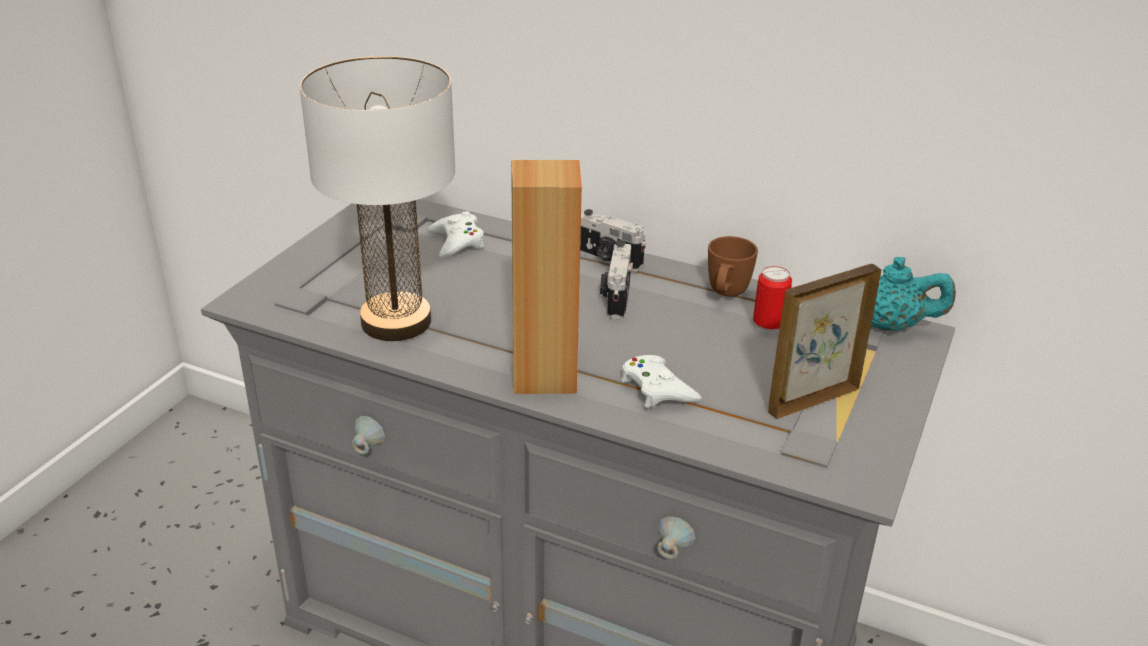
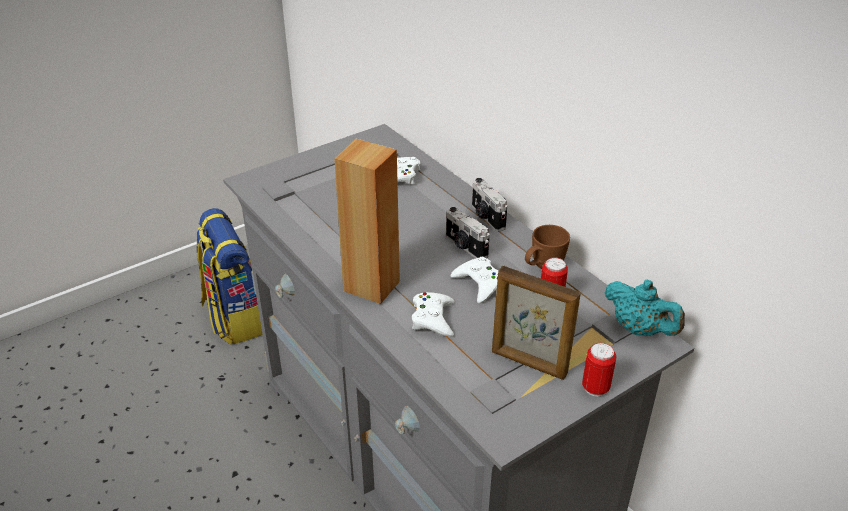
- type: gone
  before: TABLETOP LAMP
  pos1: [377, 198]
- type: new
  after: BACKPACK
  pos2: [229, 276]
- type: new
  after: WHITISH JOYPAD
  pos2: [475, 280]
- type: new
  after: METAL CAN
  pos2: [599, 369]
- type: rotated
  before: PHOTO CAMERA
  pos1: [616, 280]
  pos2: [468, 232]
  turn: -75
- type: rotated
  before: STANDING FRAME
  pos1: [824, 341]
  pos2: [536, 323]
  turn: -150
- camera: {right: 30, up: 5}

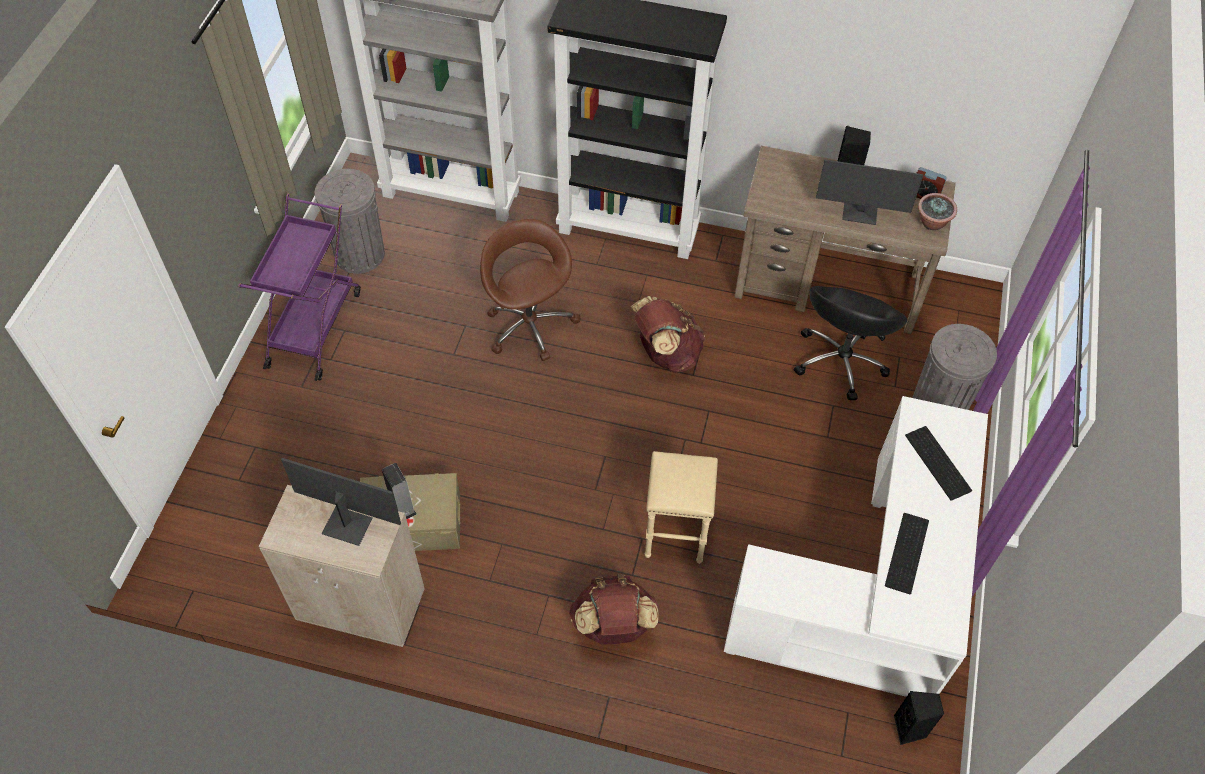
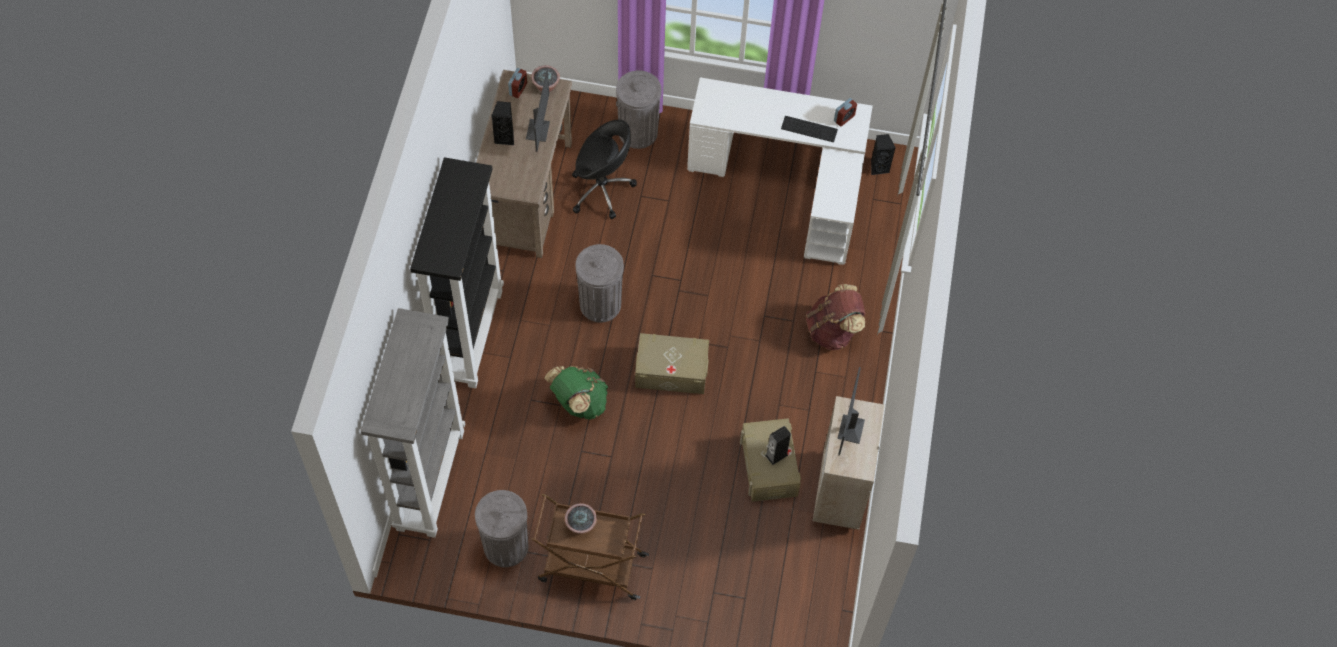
- type: gone
  before: BEIGE STOOL
  pos1: [681, 507]
- type: gone
  before: KEYBOARD
  pos1: [938, 463]
- type: new
  after: HOUSEPLANT
  pos2: [581, 518]
- type: new
  after: BEIGE STORAGE CONTAINER
  pos2: [672, 363]
- type: new
  after: BEDSIDE CLOCK
  pos2: [845, 112]
- type: swapped
  before: BROWNISH OFFICE CHAIR
  after: GREEN BACKPACK
  pos1: [530, 290]
  pos2: [576, 393]
- type: swapped
  before: BROWNISH BACKPACK
  after: GRAY TRASH CAN
  pos1: [668, 334]
  pos2: [599, 283]
- type: repainted
  before: PURPLE TROLLEY
  after: BROWNISH TROLLEY
  pos1: [299, 287]
  pos2: [590, 547]
- camera: {right: -95, up: 5}

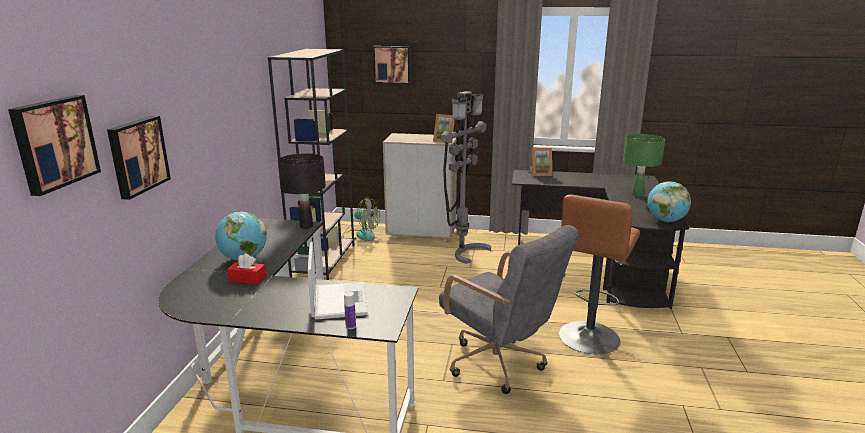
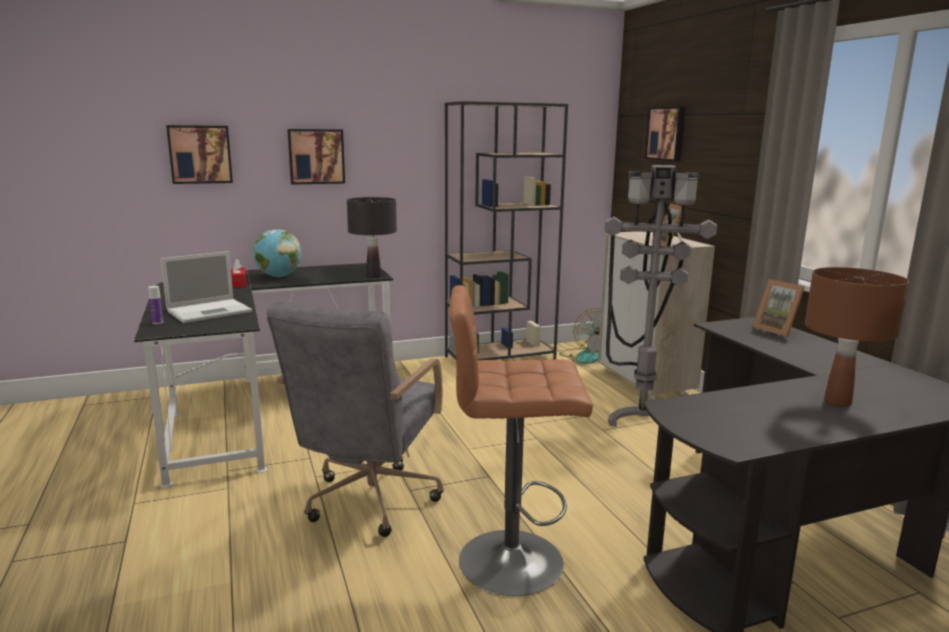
- type: gone
  before: DESK GLOBE
  pos1: [669, 201]
- type: shifted
  before: PICTURE
  pos1: [54, 145]
  pos2: [316, 157]
- type: repainted
  before: GREEN TABLETOP LAMP
  after: BROWNISH TABLETOP LAMP
  pos1: [644, 165]
  pos2: [857, 337]
- camera: {right: 60, up: -5}

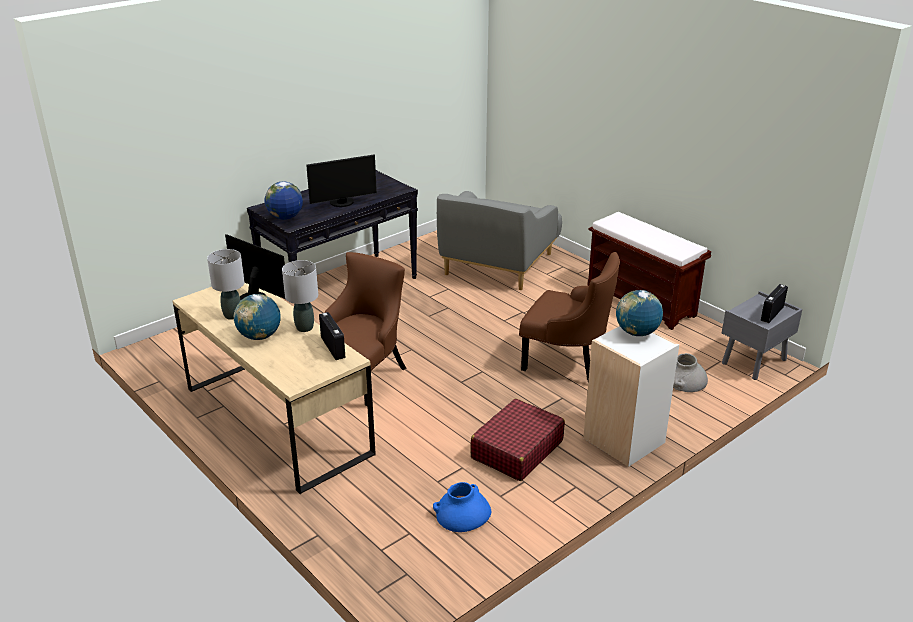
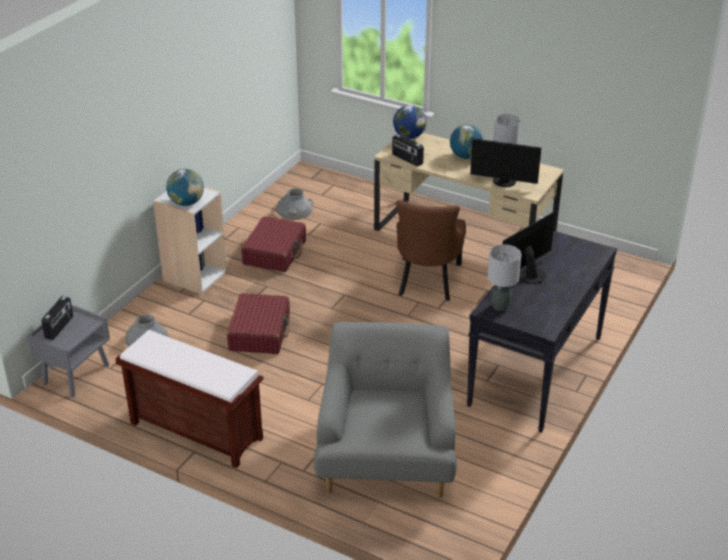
- type: shifted
  before: DESK GLOBE
  pos1: [284, 201]
  pos2: [410, 122]
- type: shifted
  before: GRAY TABLETOP LAMP
  pos1: [300, 296]
  pos2: [504, 277]
- type: swapped
  before: BROWNISH UPRIGHT CHAIR
  after: RED SUITCASE
  pos1: [569, 316]
  pos2: [258, 323]
- type: repainted
  before: BLUE VASE
  after: GRAY VASE
  pos1: [462, 507]
  pos2: [295, 204]
- camera: {right: 160, up: 5}

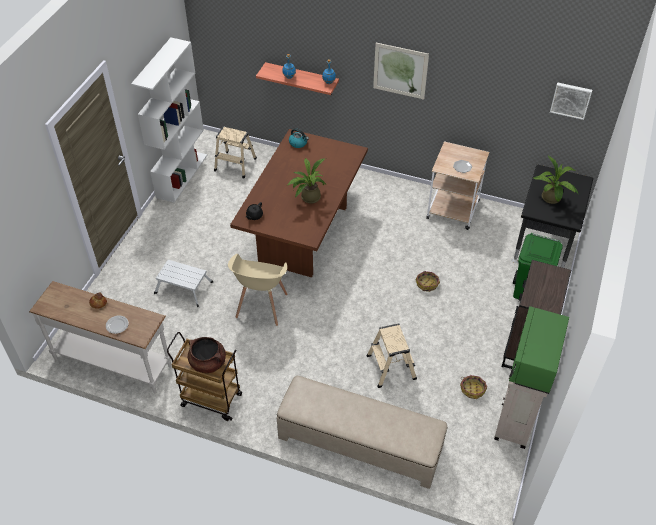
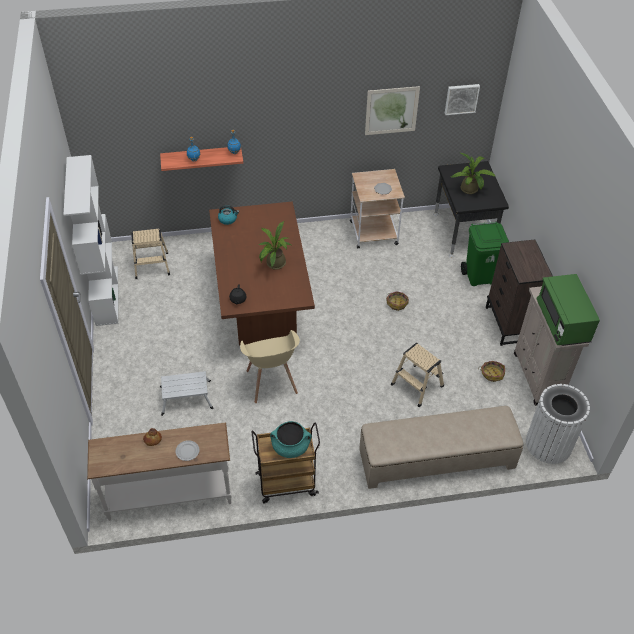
- type: new
  after: WHITISH TRASH CAN
  pos2: [558, 424]
- type: shifted
  before: PICTURE
  pos1: [401, 71]
  pos2: [392, 110]
- type: repainted
  before: BROWNISH SAUCEPOT
  after: TURQUOISE SAUCEPOT
  pos1: [207, 355]
  pos2: [291, 439]
- camera: {right: -30, up: 0}

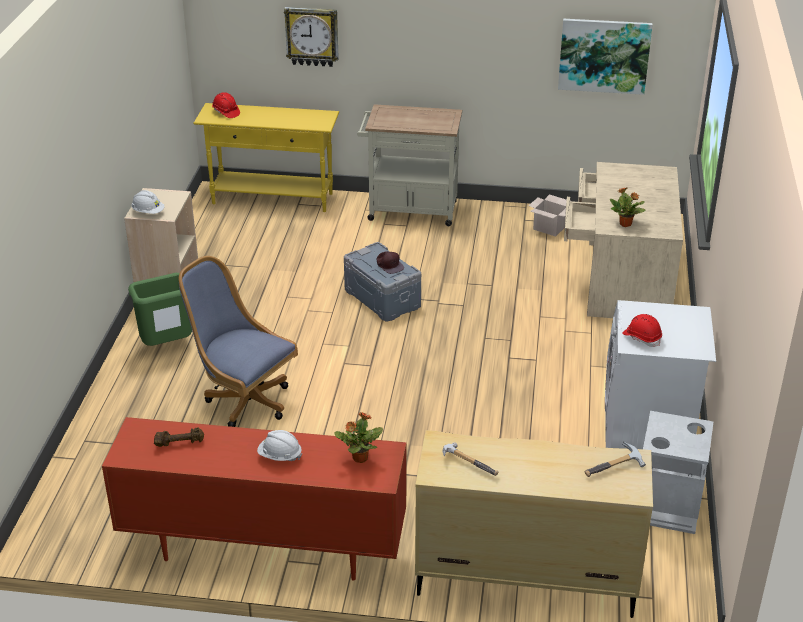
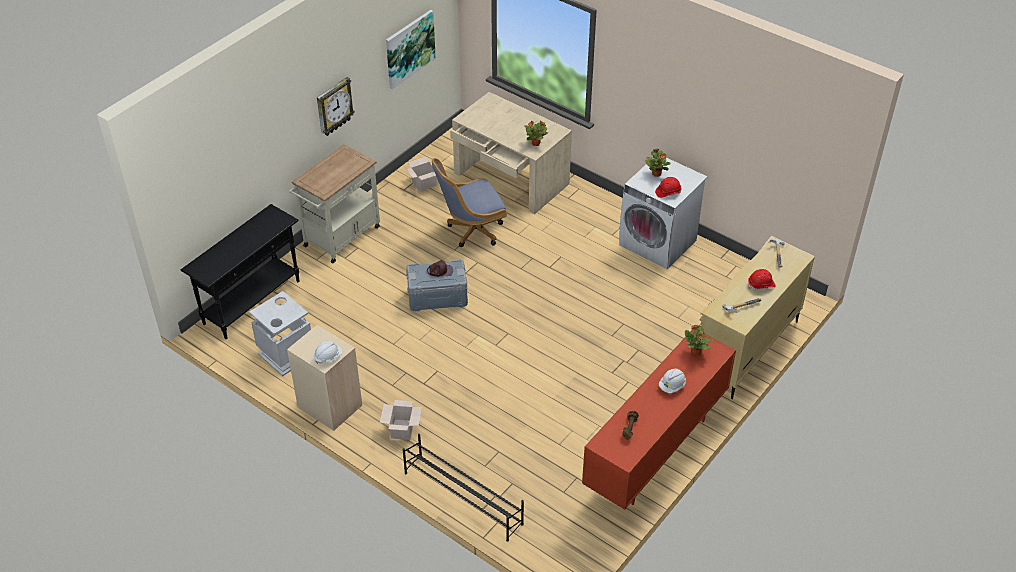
- type: new
  after: BLACK-COLOURED SHOE STAND
  pos2: [463, 488]
- type: new
  after: HOUSEPLANT
  pos2: [658, 162]
- type: shifted
  before: BLUE OFFICE CHAIR
  pos1: [238, 341]
  pos2: [469, 202]
- type: shifted
  before: RED WORK HELMET
  pos1: [226, 105]
  pos2: [761, 279]
- type: shifted
  before: HANGING CLOCK
  pos1: [311, 37]
  pos2: [336, 106]
- type: shifted
  before: GRAY TRASH CAN
  pos1: [678, 472]
  pos2: [280, 333]
- type: swapped
  before: GREEN TRASH CAN
  after: CARTON
  pos1: [160, 309]
  pos2: [401, 420]
- type: repainted
  before: YELLOW-COLOURED NARROW TABLE
  after: BLACK-COLOURED NARROW TABLE
  pos1: [266, 157]
  pos2: [240, 271]
- camera: {right: -60, up: 10}

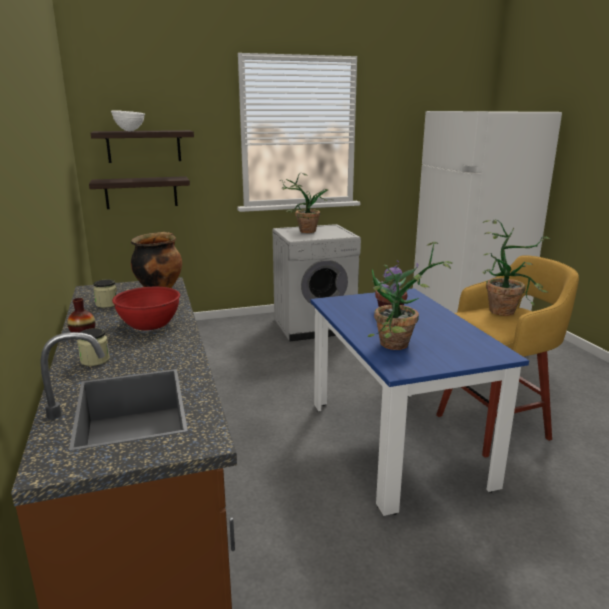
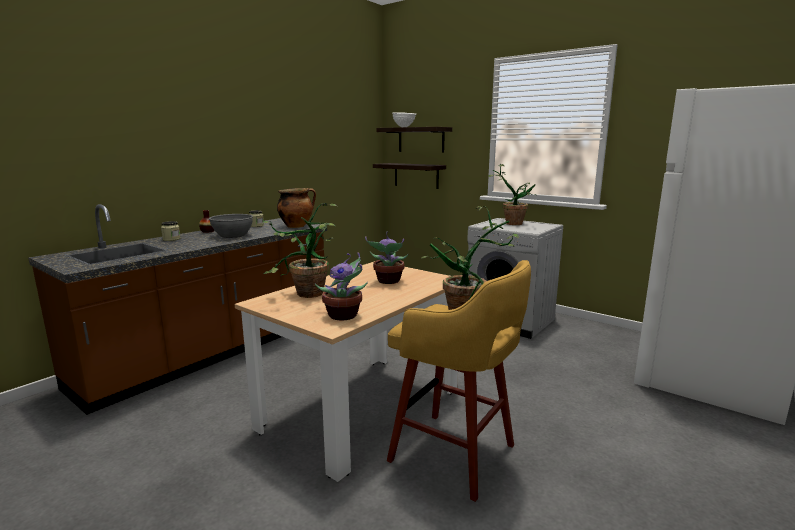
- type: new
  after: HOUSEPLANT
  pos2: [341, 287]
- type: repainted
  before: RED BOWL
  after: GRAY BOWL
  pos1: [146, 308]
  pos2: [231, 226]
- type: repainted
  before: BLUE DINNER TABLE
  after: BEIGE DINNER TABLE
  pos1: [420, 402]
  pos2: [346, 371]
- camera: {right: 55, up: -5}

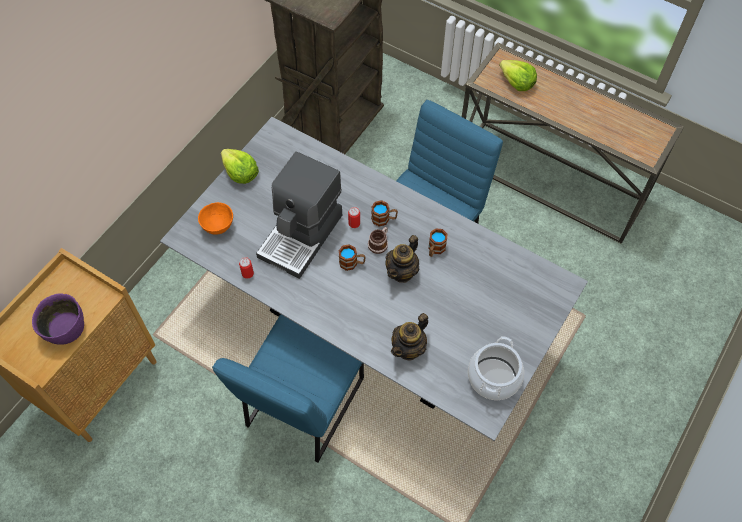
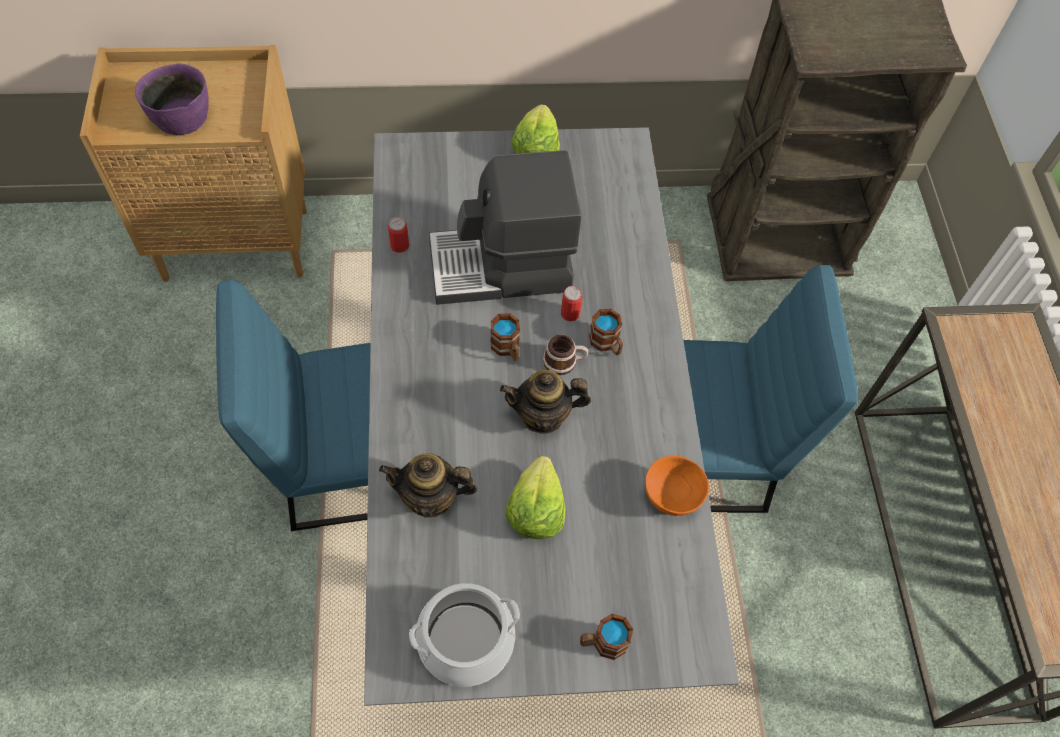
- type: shifted
  before: ORANGEY BOWL
  pos1: [215, 218]
  pos2: [677, 485]
- type: shifted
  before: MUG
  pos1: [438, 242]
  pos2: [606, 637]
- type: shifted
  before: LETTUCE
  pos1: [518, 75]
  pos2: [535, 497]
- camera: {right: 50, up: 0}

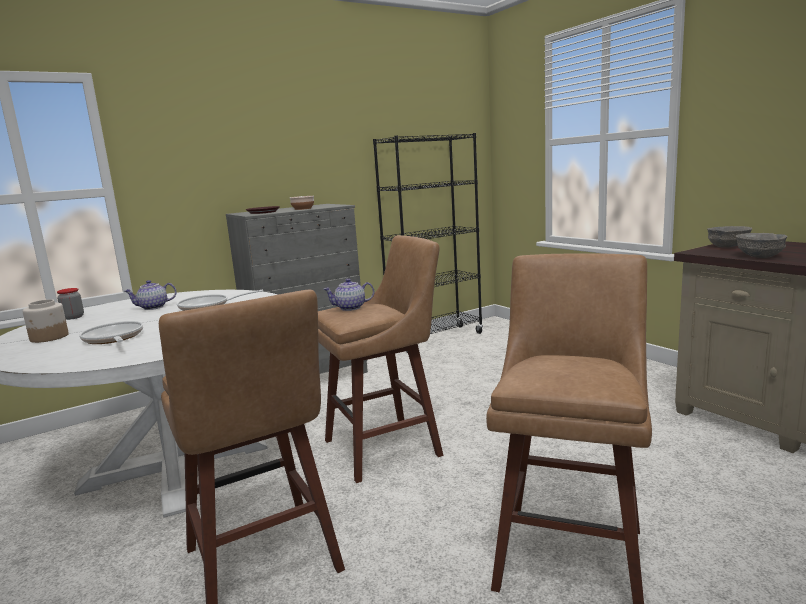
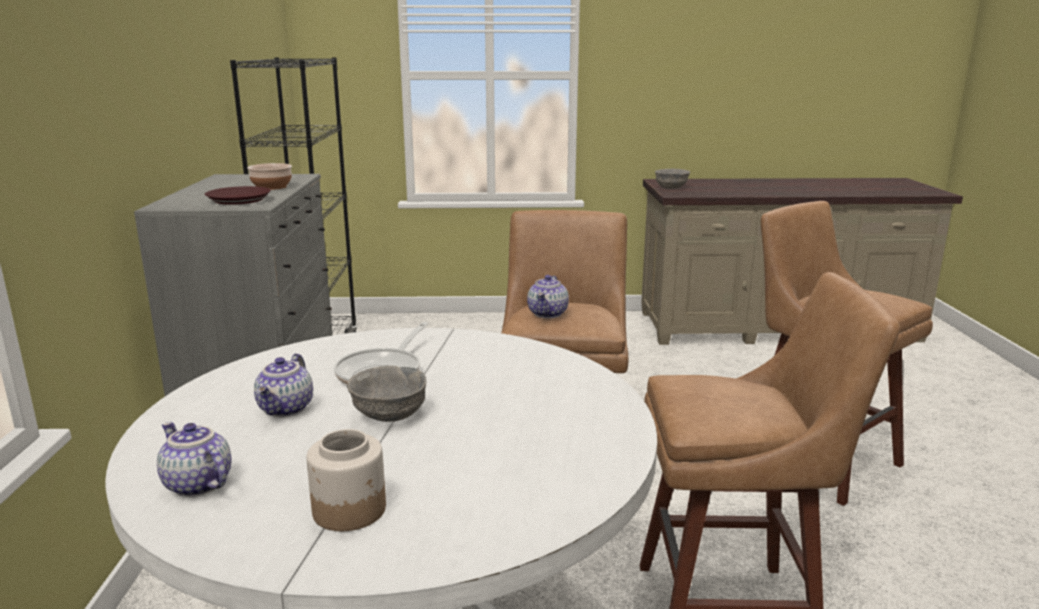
- type: gone
  before: SKILLET
  pos1: [111, 332]
- type: shifted
  before: GRAY BOWL
  pos1: [762, 245]
  pos2: [386, 394]
- type: swapped
  before: JAR
  after: POT FOR TEA
  pos1: [70, 304]
  pos2: [194, 459]
- camera: {right: -60, up: 5}

